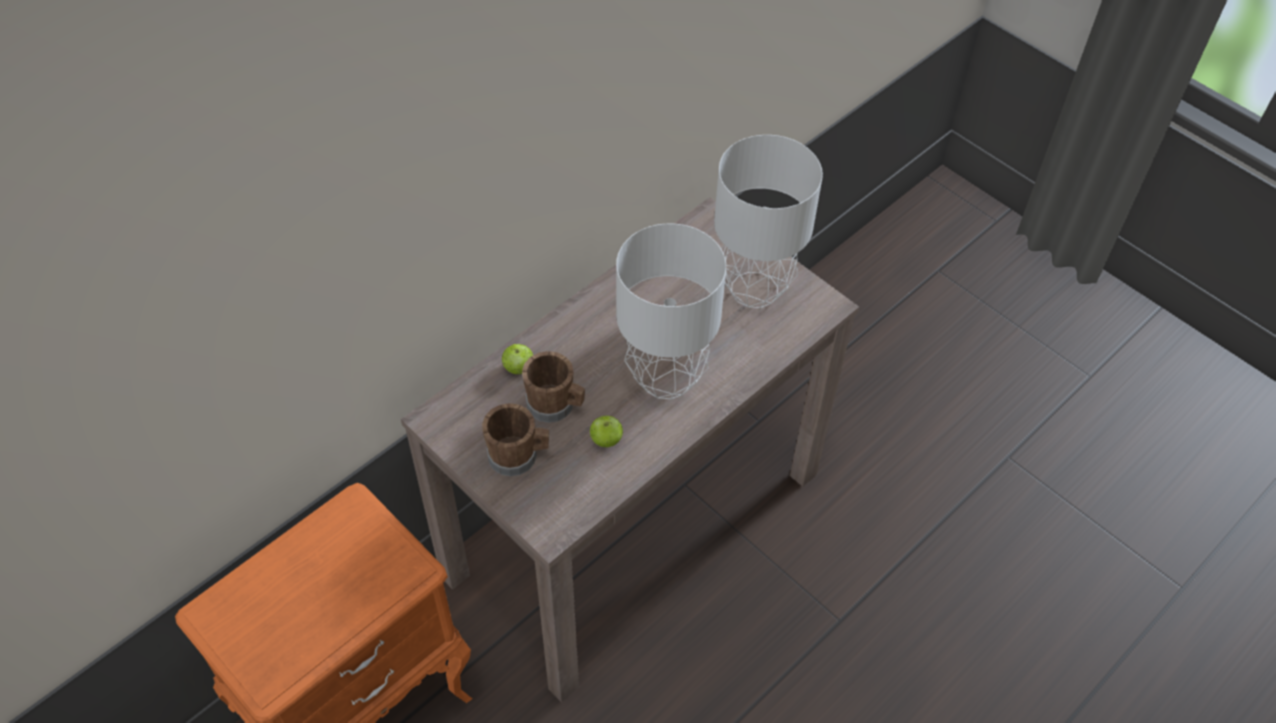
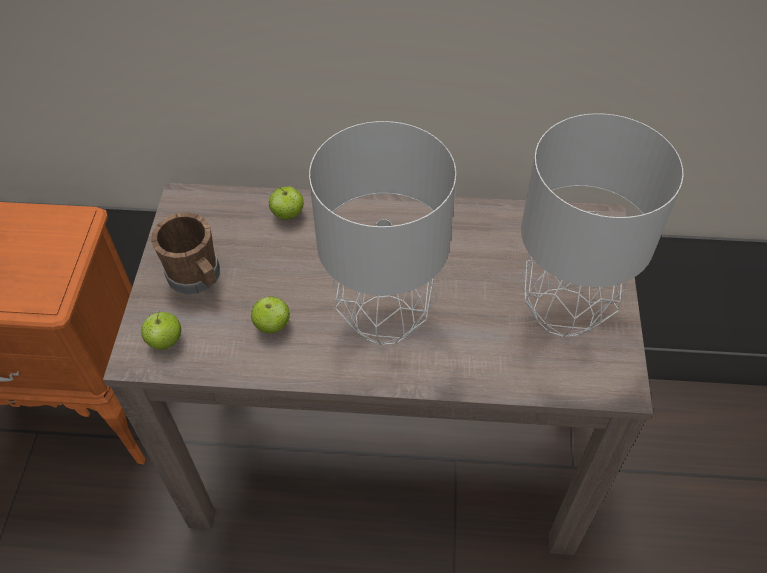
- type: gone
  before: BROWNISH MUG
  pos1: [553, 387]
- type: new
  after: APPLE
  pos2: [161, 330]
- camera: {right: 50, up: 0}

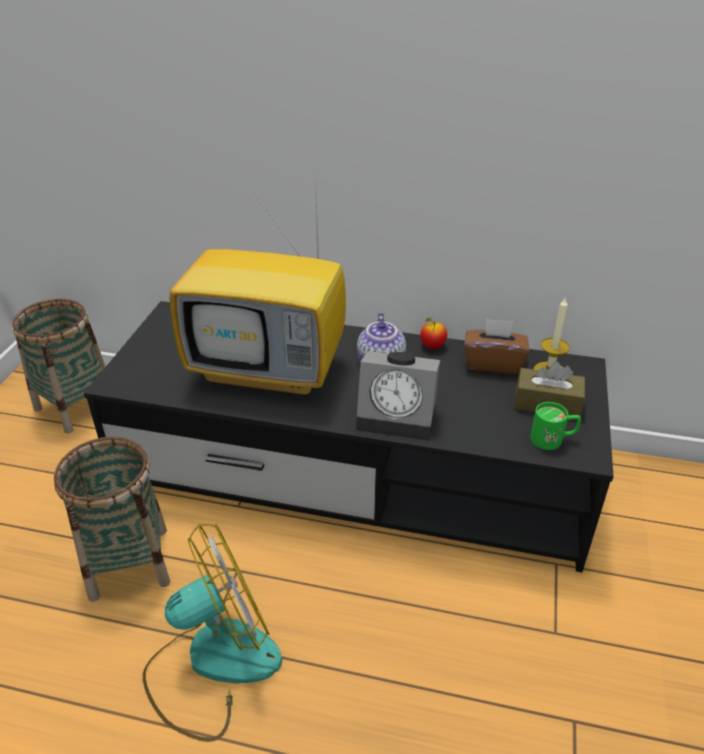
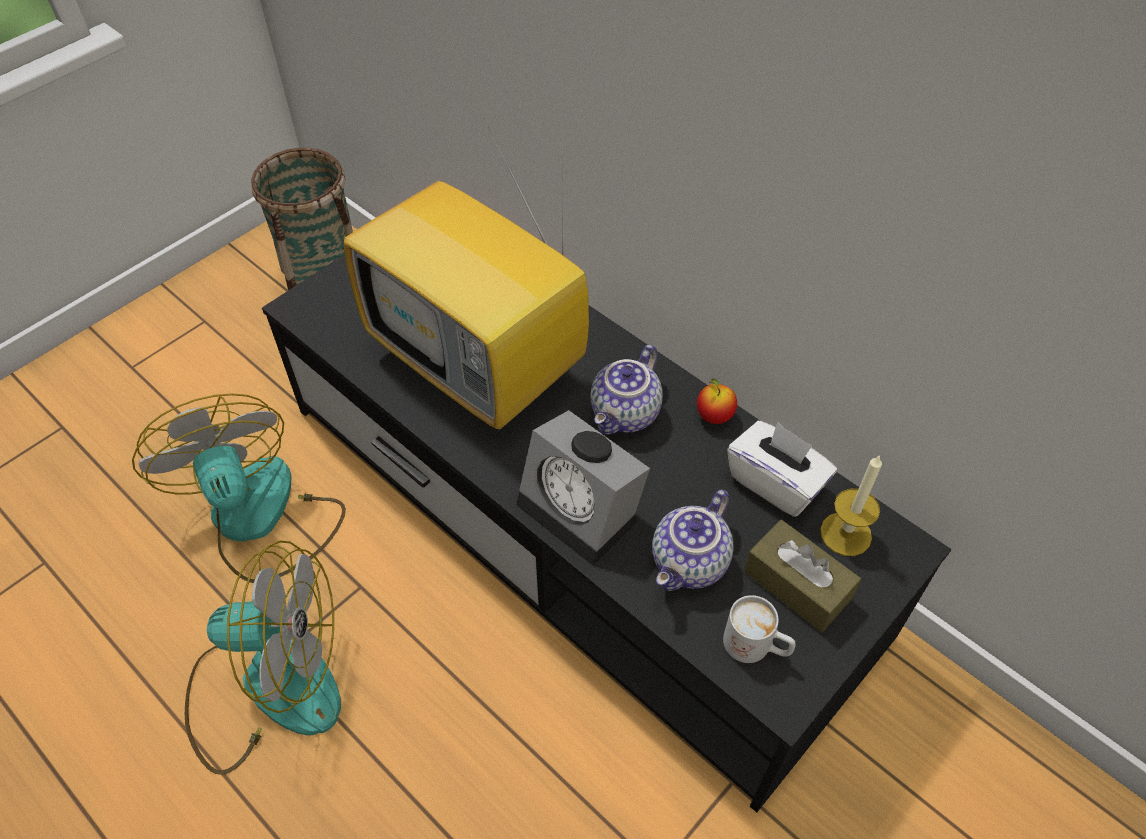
- type: new
  after: POT FOR TEA
  pos2: [692, 540]
- type: swapped
  before: STORAGE BASKET
  after: FAN
  pos1: [112, 519]
  pos2: [239, 488]
- type: repainted
  before: BROWNISH BOX OF TISSUES
  after: WHITISH BOX OF TISSUES
  pos1: [497, 346]
  pos2: [782, 469]
- type: repainted
  before: GREEN MUG
  after: WHITISH MUG
  pos1: [555, 426]
  pos2: [759, 629]
- camera: {right: 30, up: 15}

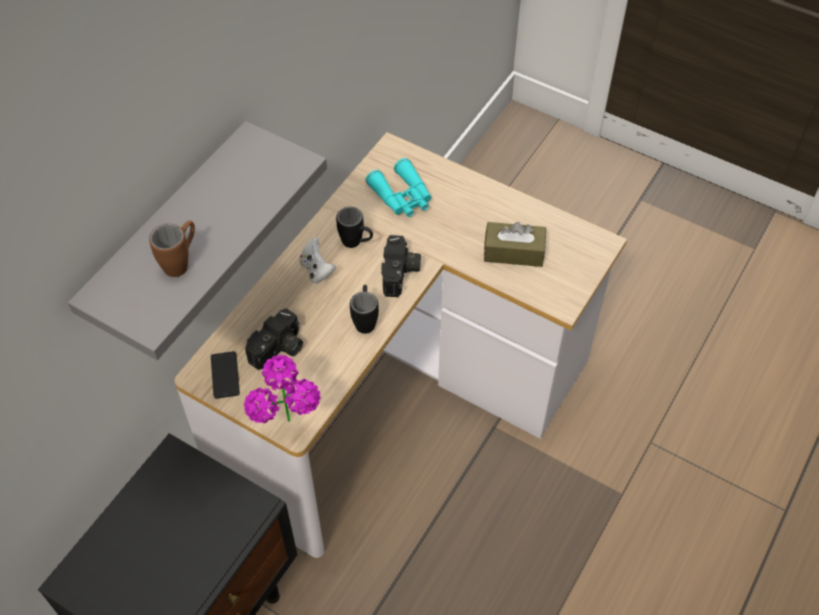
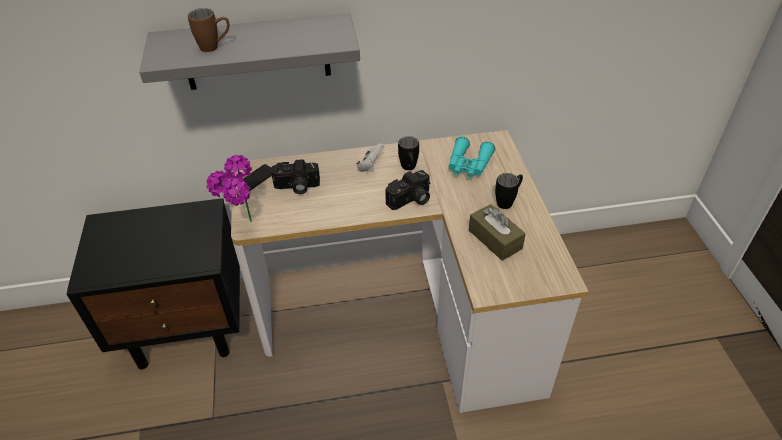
- type: shifted
  before: BLACK-COLOURED MUG
  pos1: [364, 309]
  pos2: [509, 191]
- camera: {right: 50, up: -10}

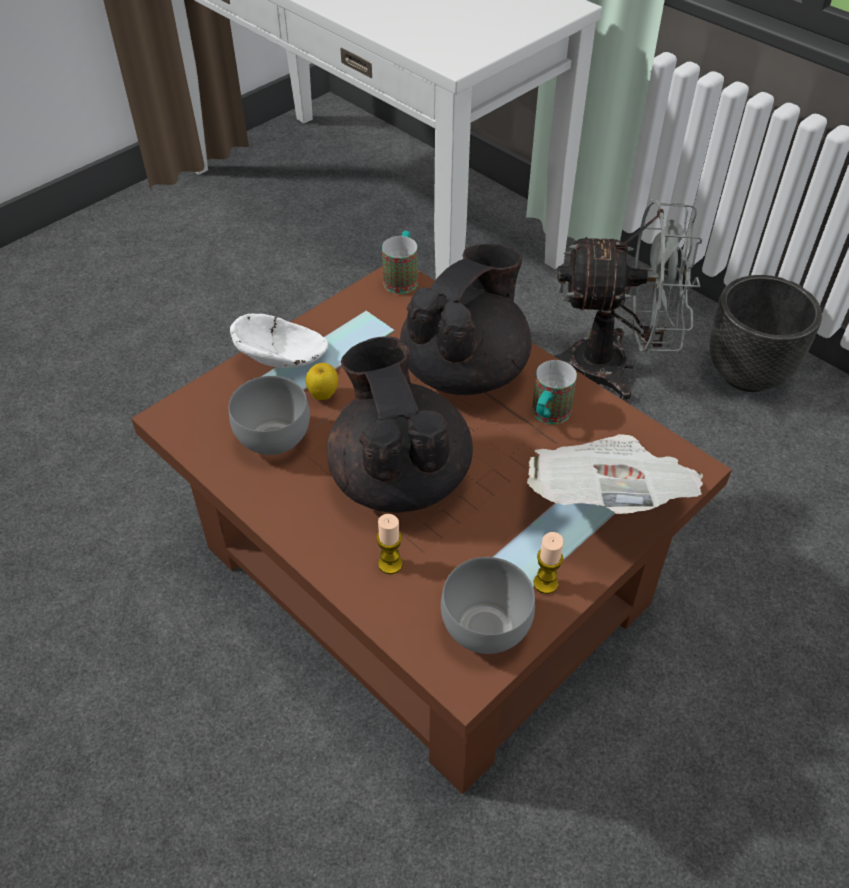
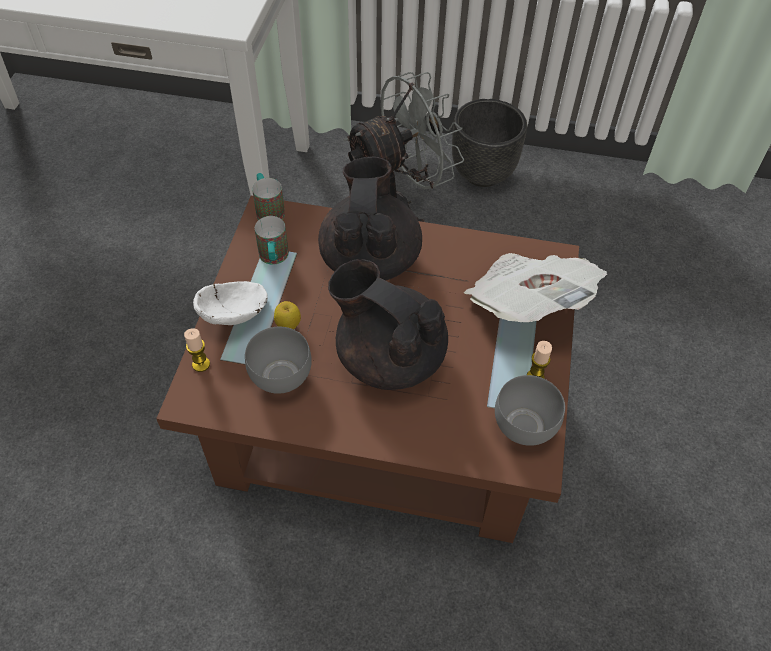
- type: shifted
  before: WAX CANDLE
  pos1: [389, 544]
  pos2: [197, 350]
- type: shifted
  before: MUG
  pos1: [554, 392]
  pos2: [272, 240]
- camera: {right: -35, up: 5}

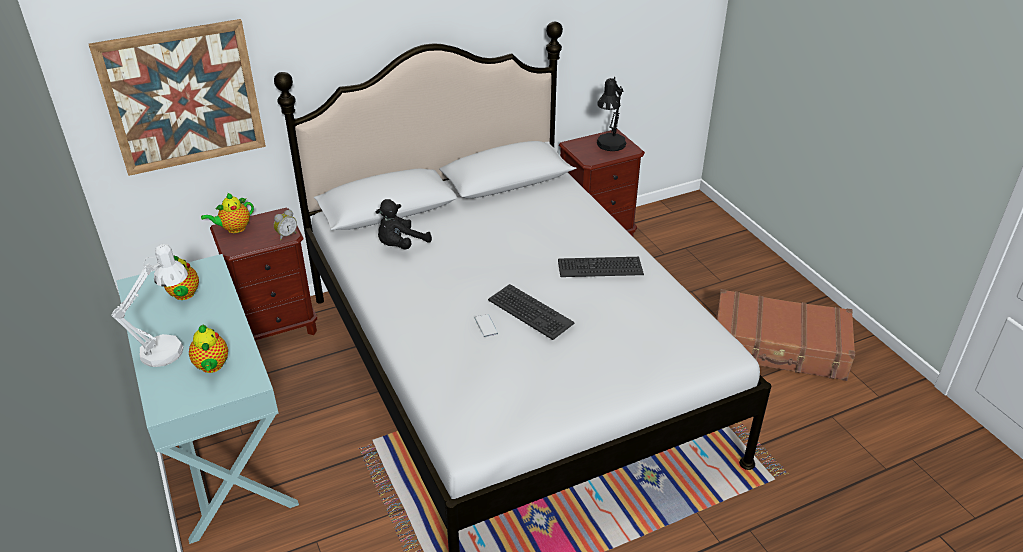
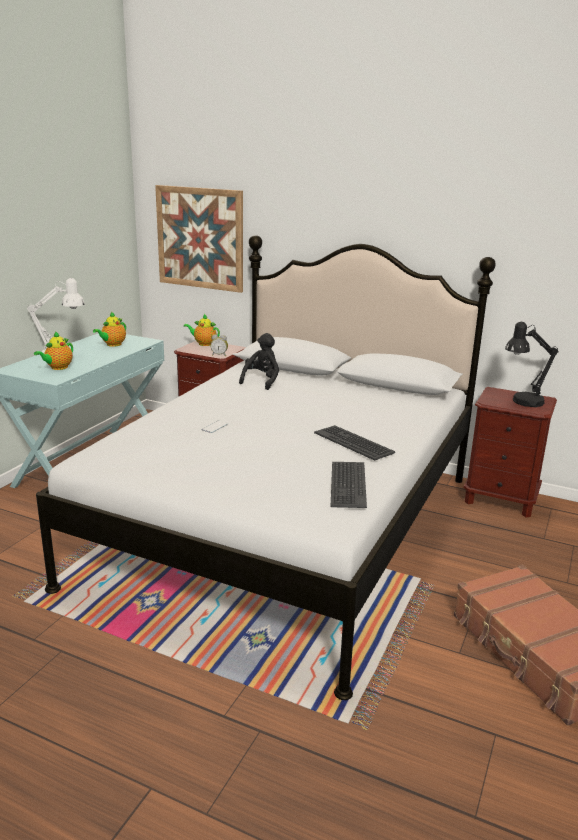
- type: shifted
  before: KEYBOARD
  pos1: [531, 312]
  pos2: [349, 485]
- type: rotated
  before: BLACK-COLOURED SOFT TOY
  pos1: [404, 224]
  pos2: [259, 361]
  turn: 105
- camera: {right: 50, up: -15}

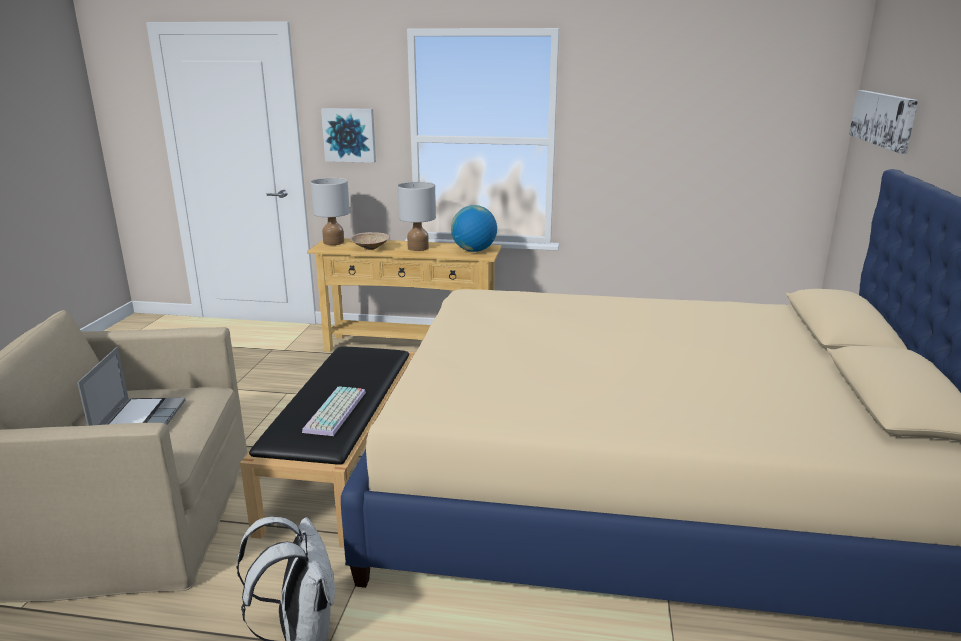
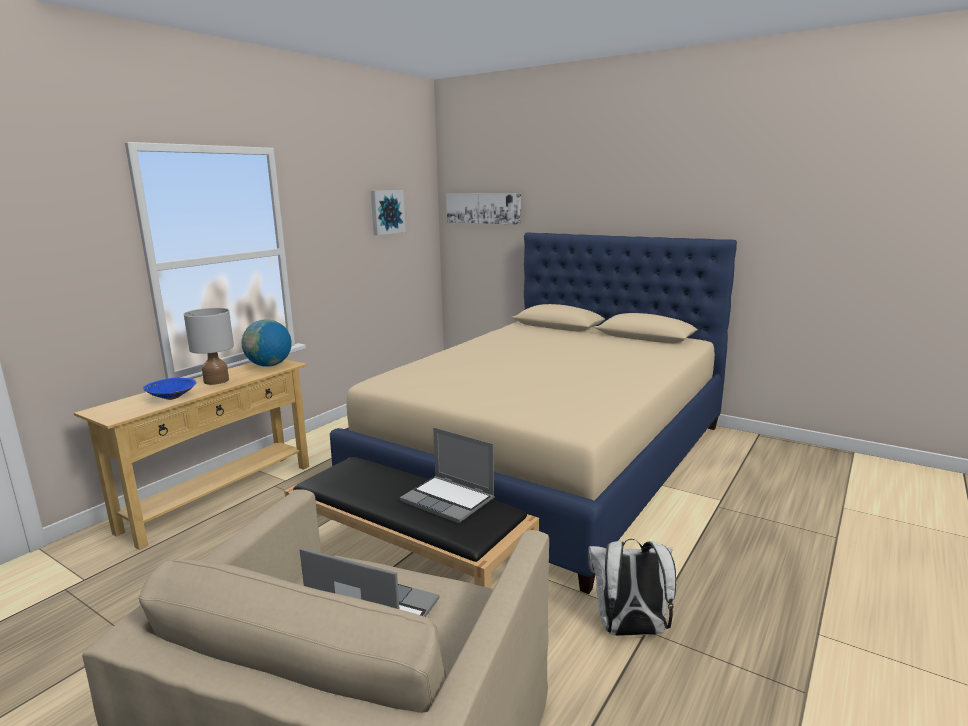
- type: gone
  before: GRAY TABLETOP LAMP
  pos1: [330, 211]
- type: shifted
  before: PICTURE
  pos1: [348, 135]
  pos2: [388, 212]
- type: swapped
  before: KEYBOARD
  after: NOTEBOOK COMPUTER
  pos1: [334, 411]
  pos2: [447, 475]
- type: repainted
  before: BEIGE BOWL
  after: BLUE BOWL
  pos1: [370, 241]
  pos2: [169, 389]
- camera: {right: -65, up: -5}

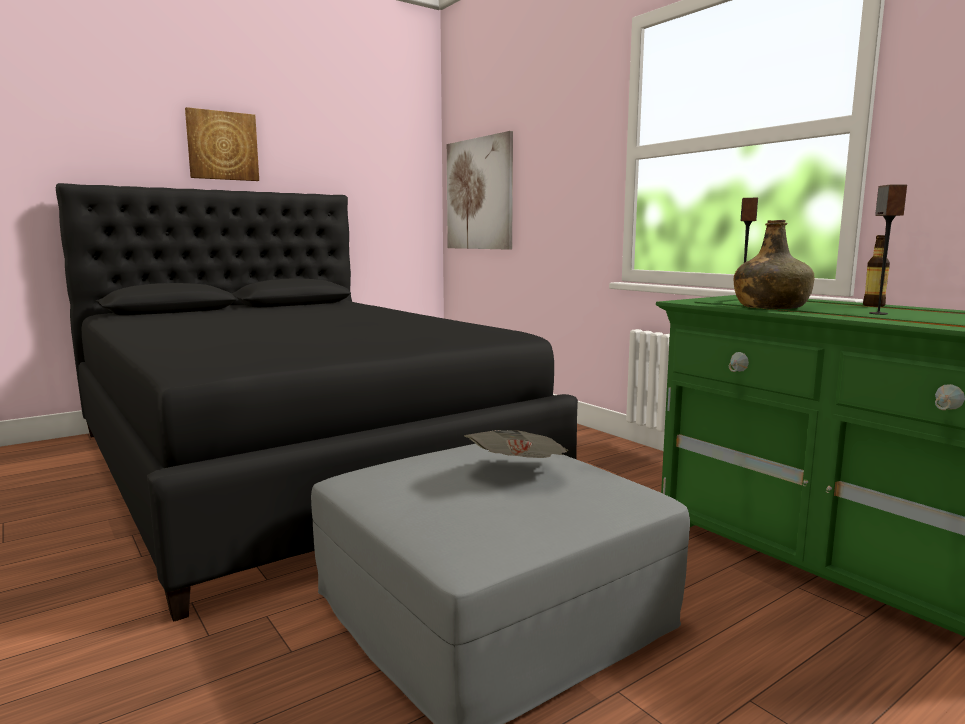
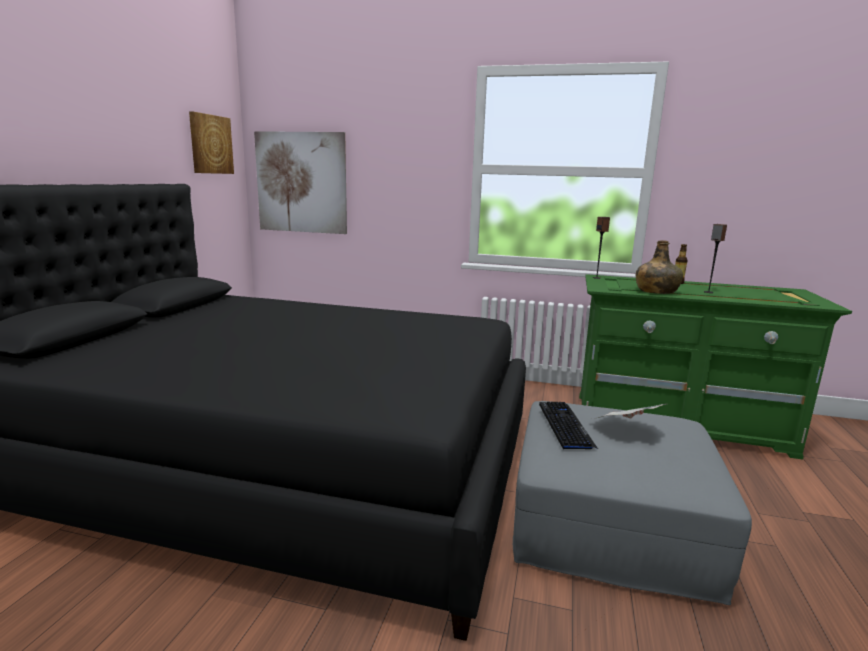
- type: new
  after: KEYBOARD
  pos2: [568, 426]
- type: shifted
  before: PICTURE
  pos1: [222, 144]
  pos2: [211, 143]
- camera: {right: -40, up: 5}

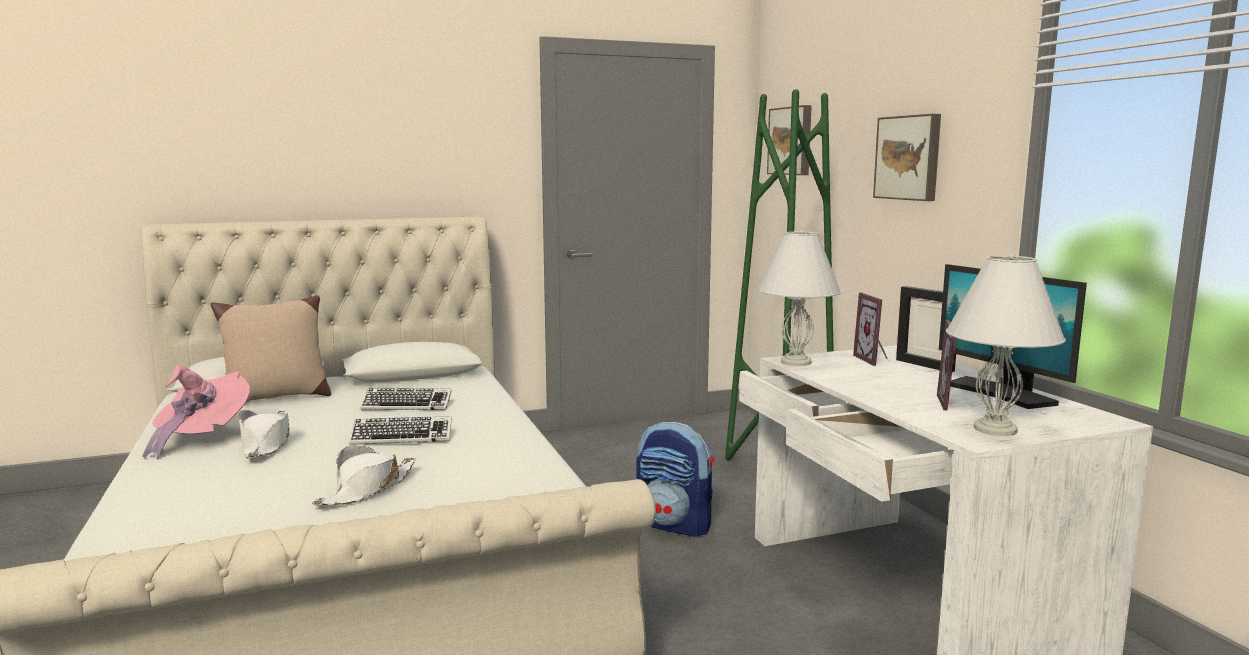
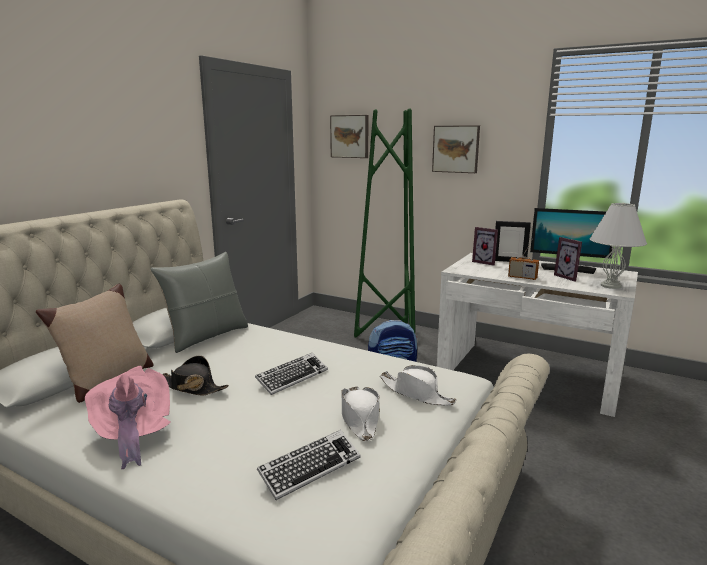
- type: gone
  before: WHITISH TABLETOP LAMP
  pos1: [799, 298]
- type: new
  after: GRAY PILLOW
  pos2: [199, 302]
- type: new
  after: BLACK-COLOURED HAT
  pos2: [195, 375]
- type: new
  after: RADIO SET
  pos2: [523, 259]
- type: shifted
  before: WHITISH HAT
  pos1: [263, 434]
  pos2: [418, 385]
- type: shifted
  before: KEYBOARD
  pos1: [406, 399]
  pos2: [309, 465]
- camera: {right: -40, up: 5}

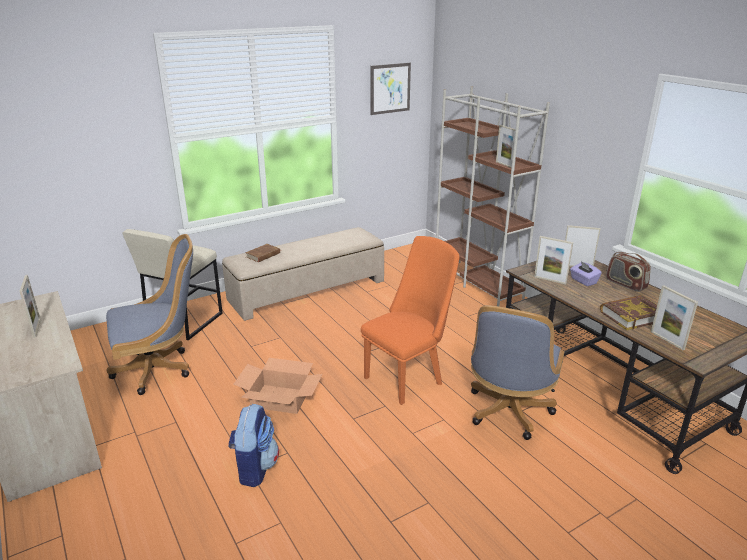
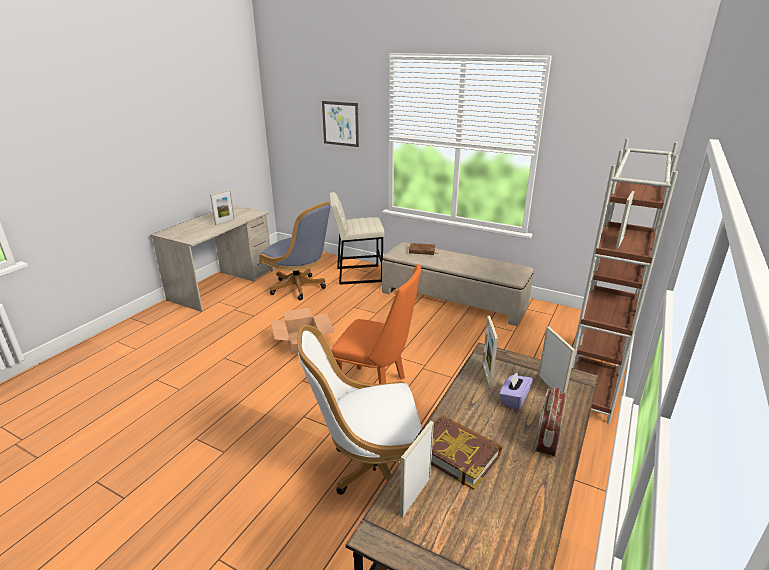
- type: gone
  before: BACKPACK
  pos1: [254, 445]
- type: shifted
  before: PICTURE
  pos1: [390, 89]
  pos2: [340, 124]
- type: repainted
  before: BLUE OFFICE CHAIR
  after: WHITISH OFFICE CHAIR
  pos1: [518, 372]
  pos2: [360, 410]
- camera: {right: 60, up: 0}

